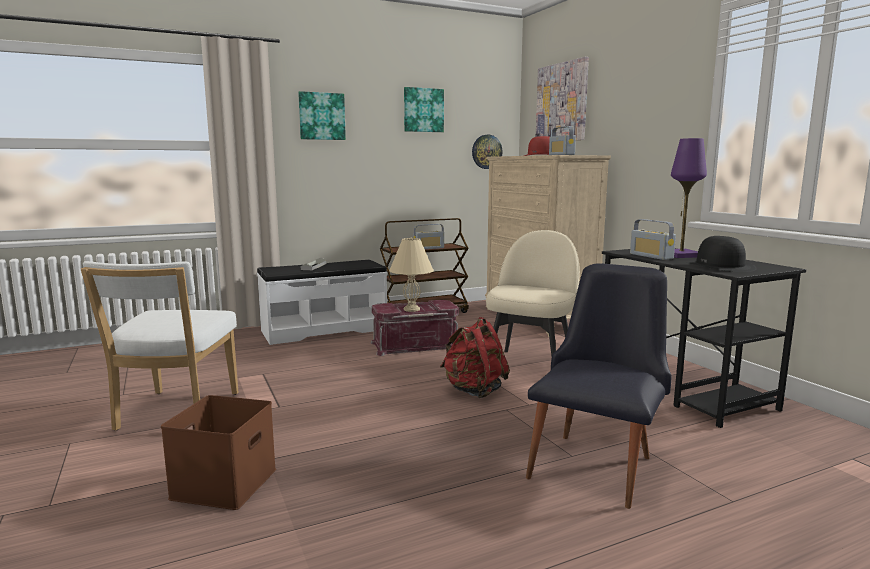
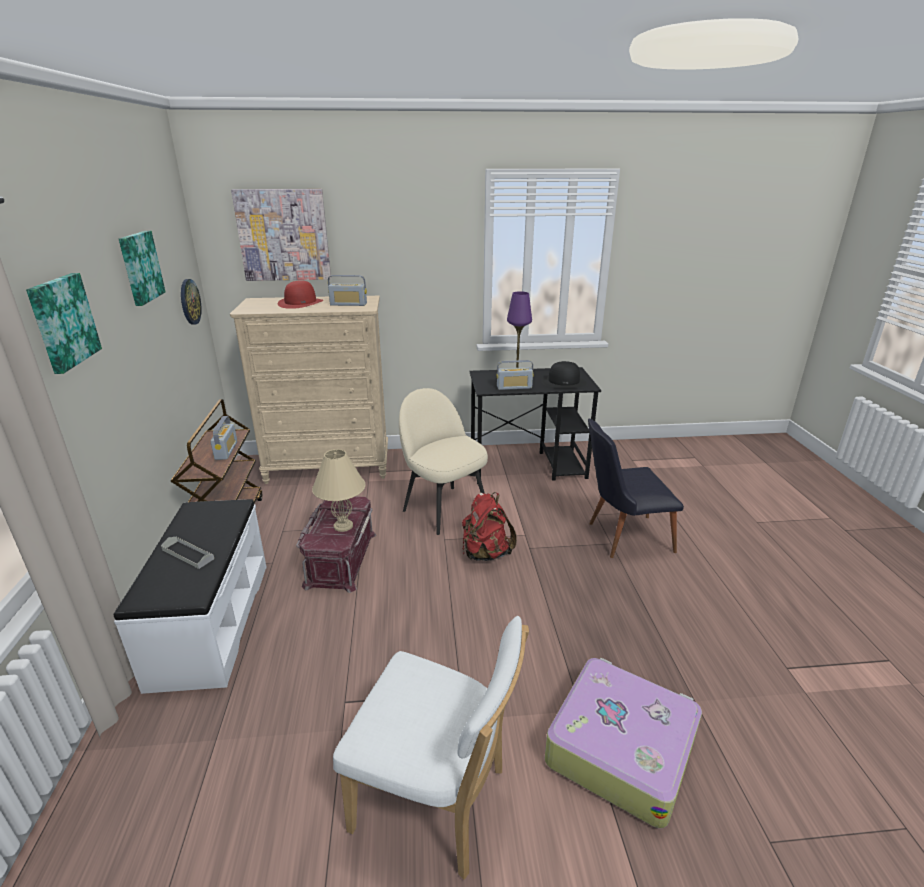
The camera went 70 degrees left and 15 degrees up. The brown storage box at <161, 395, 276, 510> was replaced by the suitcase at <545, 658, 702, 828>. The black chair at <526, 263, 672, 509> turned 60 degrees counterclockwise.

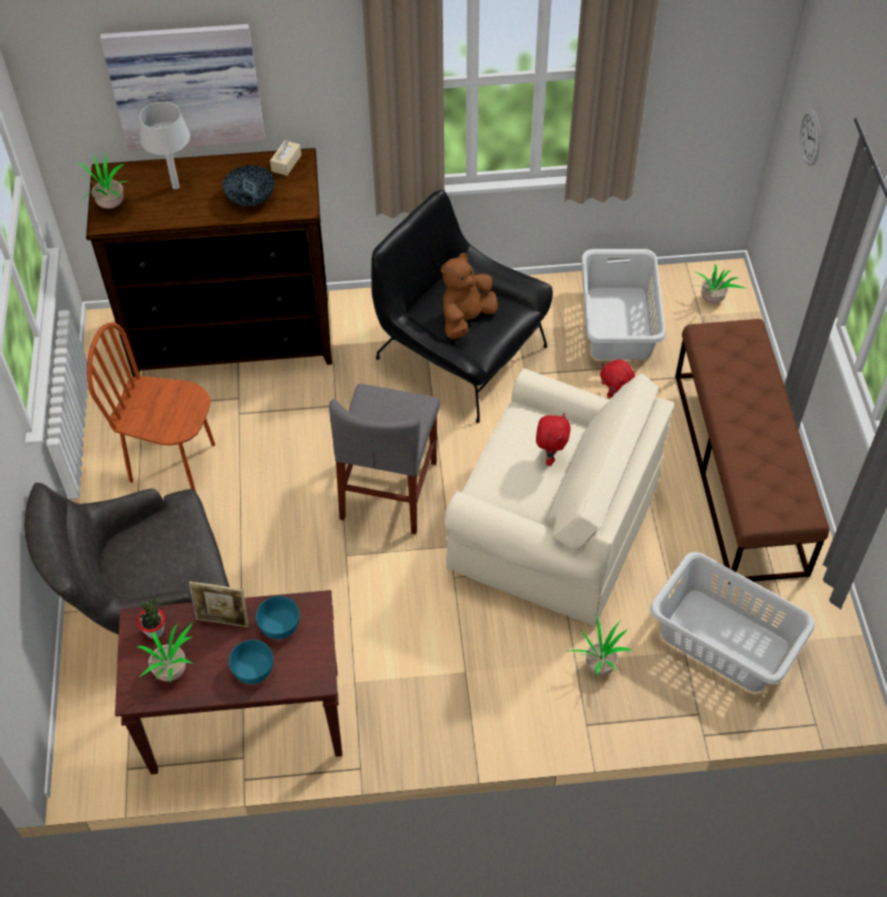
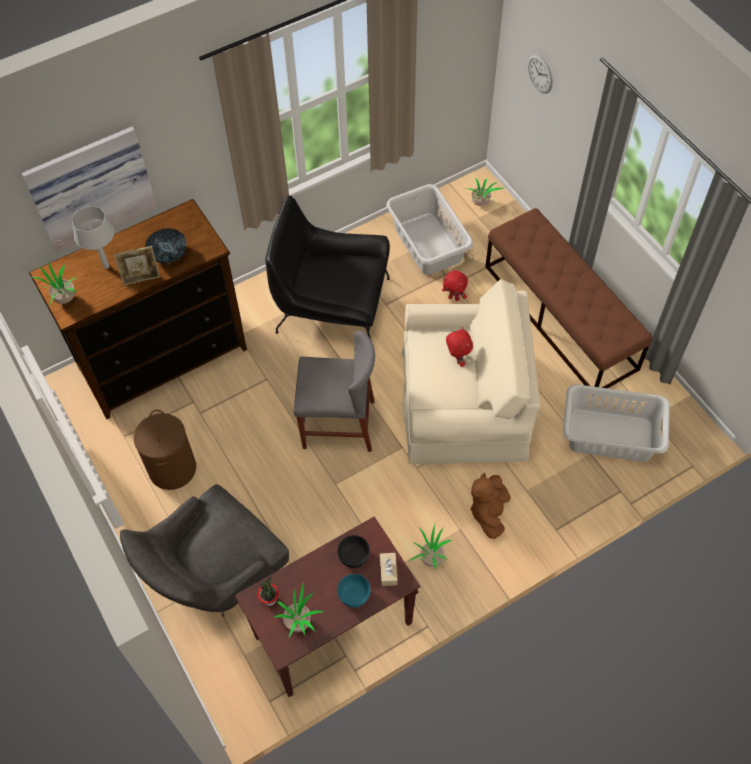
The camera went 25 degrees left and 5 degrees up. The brown chair at <87, 322, 215, 492> was replaced by the brown laundry basket at <134, 410, 196, 490>. The picture frame moved from <189, 581, 249, 627> to <114, 246, 160, 285>. The turquoise bowl at <256, 596, 300, 639> became the black bowl at <337, 535, 370, 568>. The beige tissue box moved from <270, 140, 301, 176> to <380, 553, 398, 586>. The grey chair at <329, 384, 440, 534> turned 75 degrees counterclockwise. The brown plush toy moved from <441, 253, 498, 339> to <470, 473, 511, 539>. The potted plant moved from <566, 616, 633, 676> to <408, 525, 452, 569>.

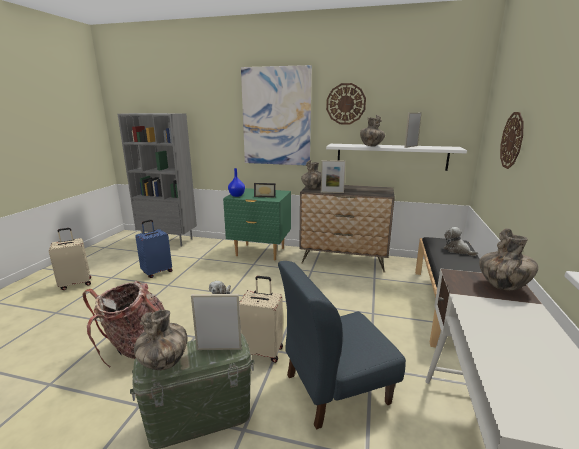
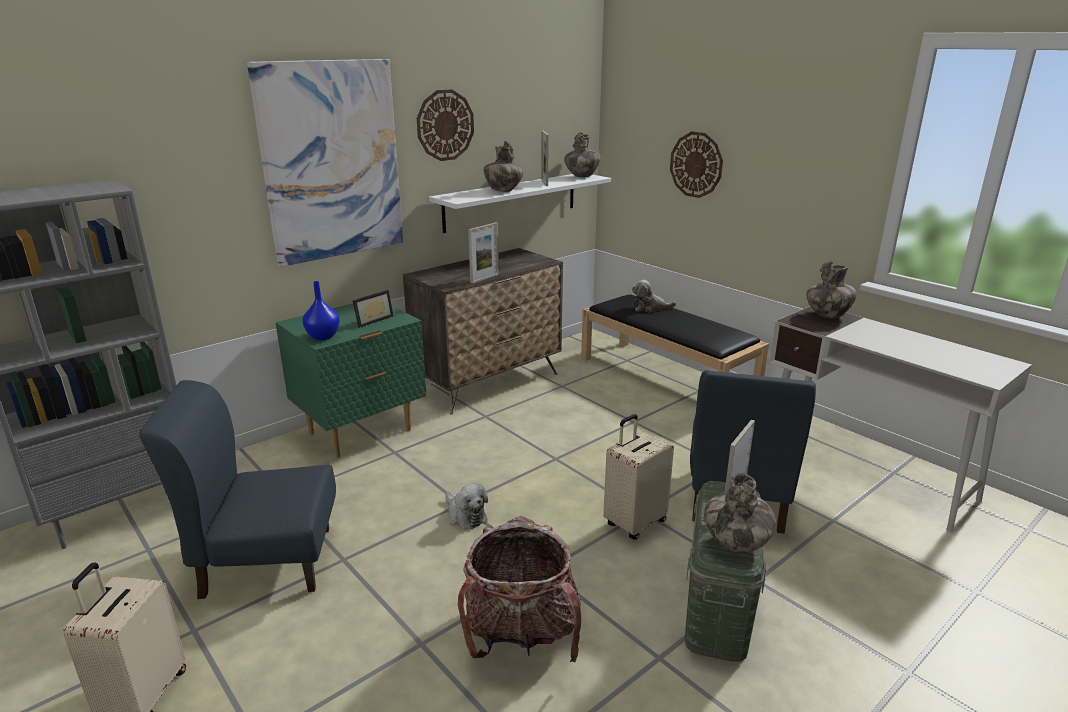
The camera went 55 degrees left and 5 degrees up. The blue suitcase at <135, 220, 173, 278> was replaced by the blue chair at <139, 380, 336, 599>. The vase moved from <301, 160, 321, 189> to <564, 132, 601, 177>.

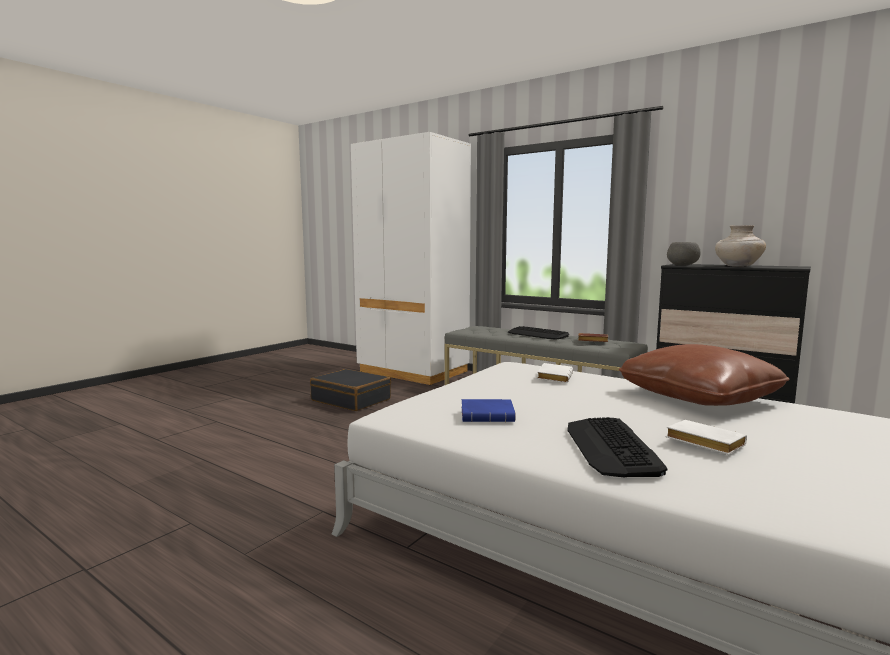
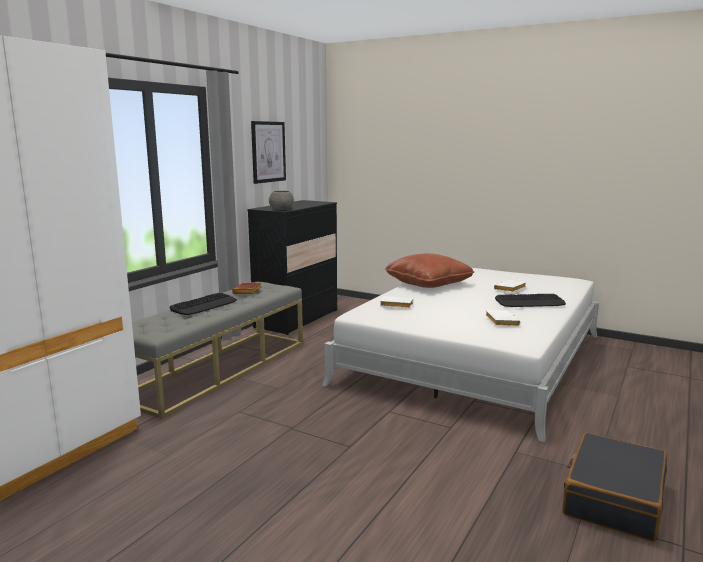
The camera went 95 degrees left and 5 degrees up. The black suitcase moved from <310, 369, 391, 411> to <562, 433, 667, 542>. The blue book at <462, 399, 516, 422> became the white book at <485, 310, 520, 326>. The beige vase at <715, 225, 766, 267> disappeared. The picture at <251, 121, 286, 184> appeared.

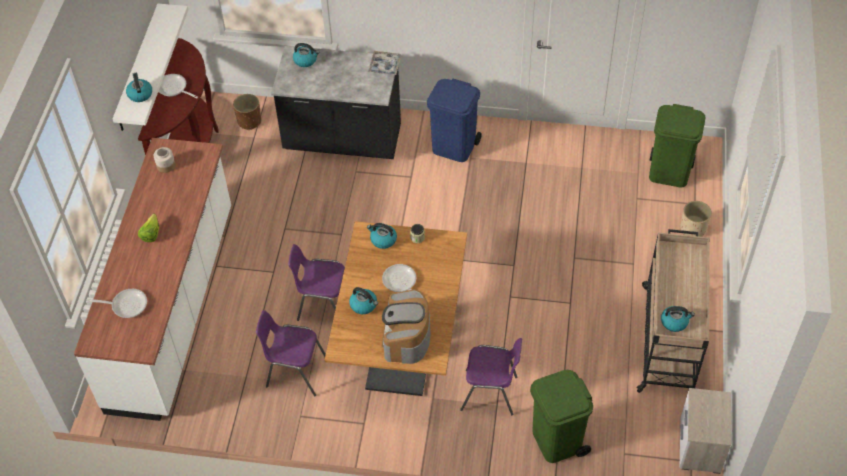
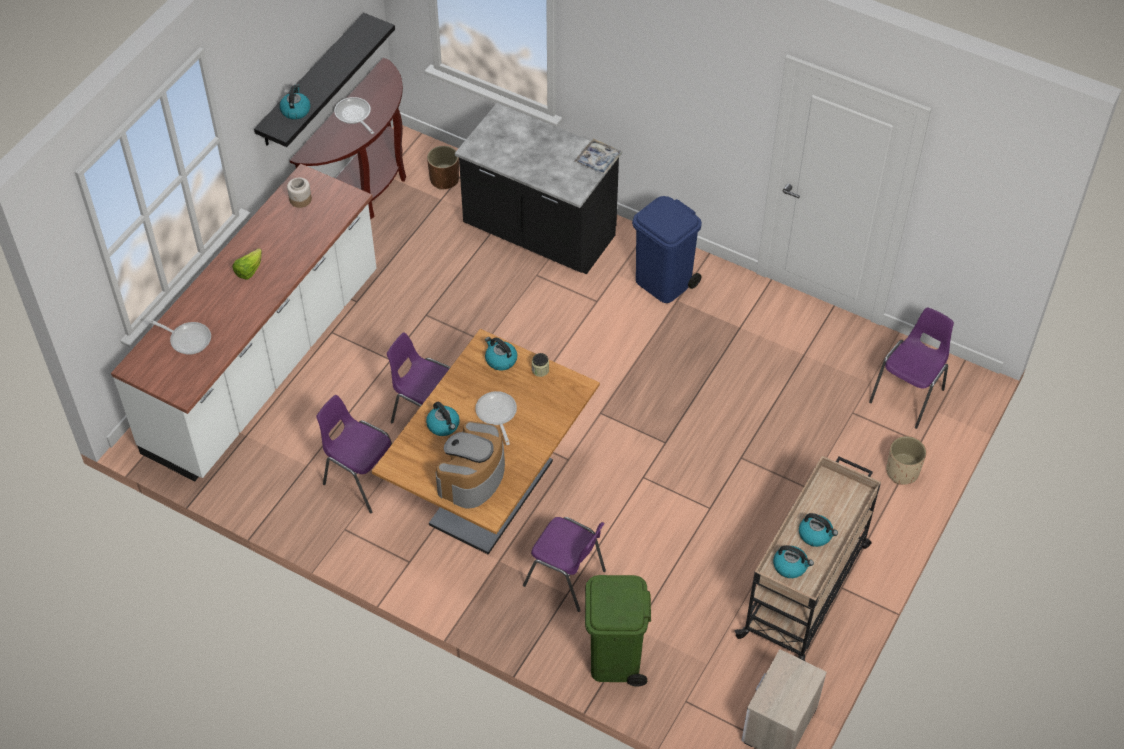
The camera went 20 degrees right and 0 degrees up. The white shelf at <113, 4, 188, 131> became the black shelf at <254, 13, 395, 147>. The kettle moved from <293, 43, 319, 67> to <799, 513, 838, 547>. The green trash can at <649, 104, 705, 187> was replaced by the purple chair at <869, 307, 954, 429>.

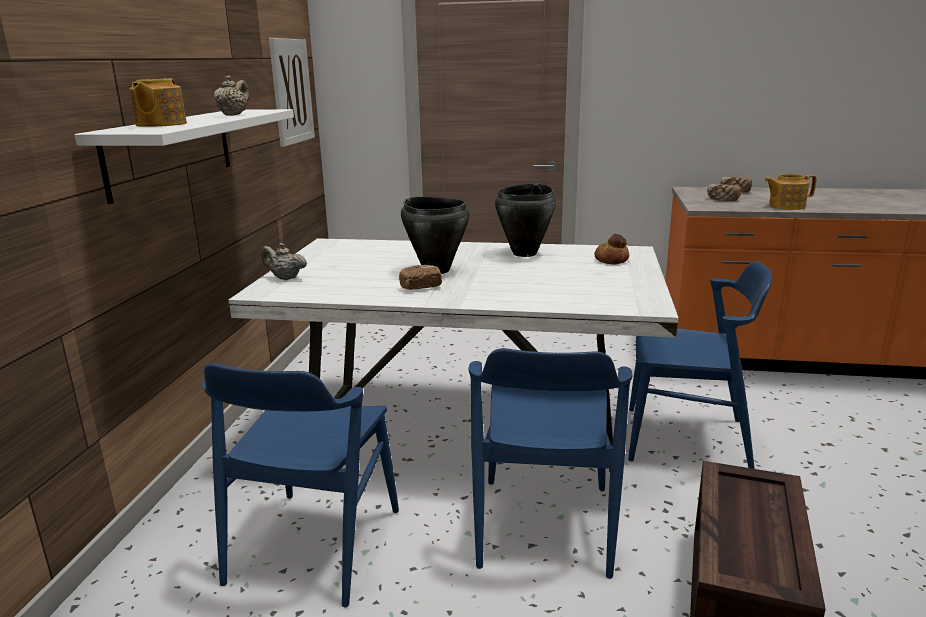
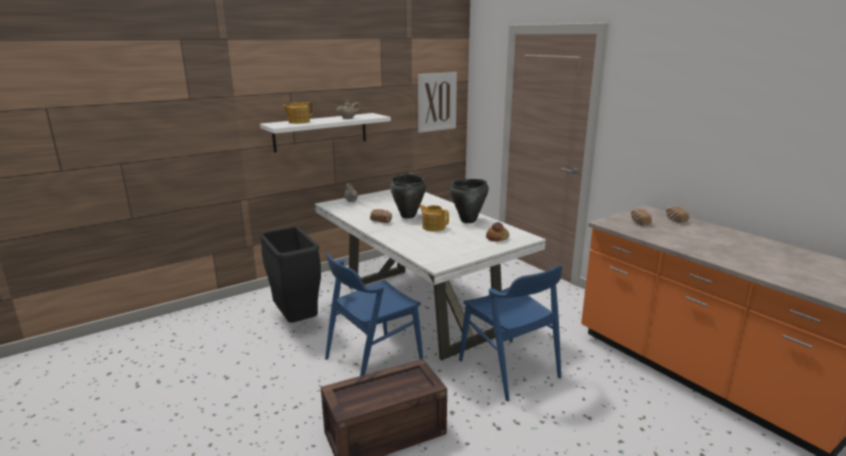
The camera went 45 degrees right and 0 degrees up. The blue chair at <202, 363, 399, 607> was replaced by the black trash can at <260, 226, 321, 323>. The teapot moved from <764, 174, 817, 210> to <419, 205, 449, 231>.

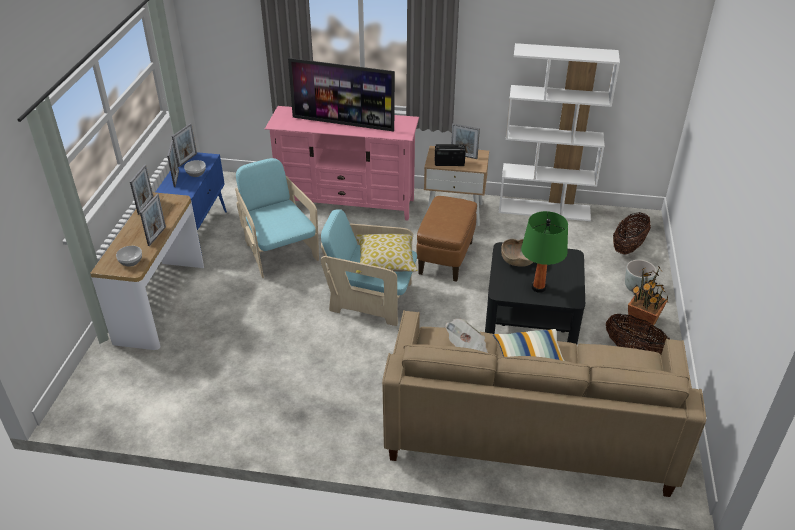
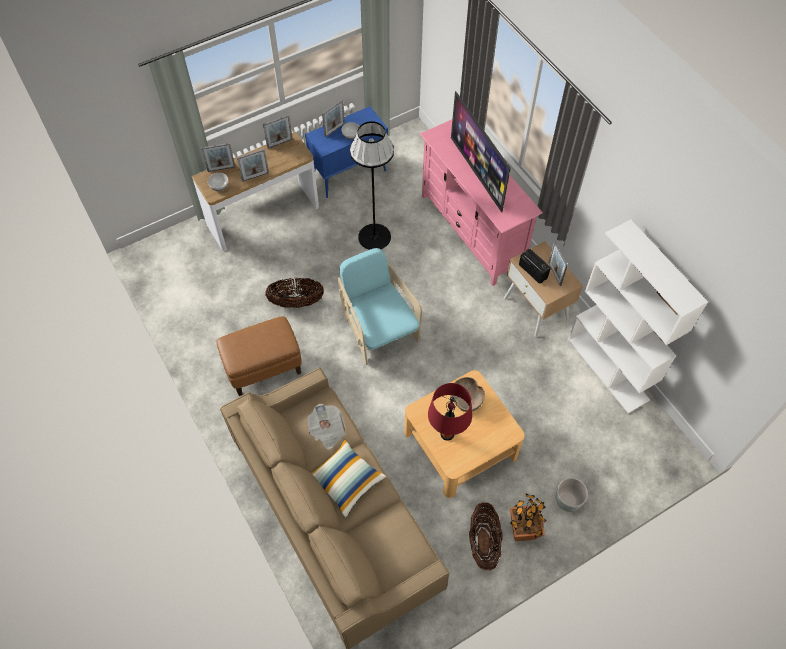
The camera went 50 degrees right and 20 degrees up. The picture frame moved from <172, 123, 197, 167> to <201, 143, 235, 172>. The turquoise armchair at <235, 158, 319, 278> was replaced by the black floor lamp at <350, 121, 394, 250>. The pillow at <355, 233, 418, 273> disappeared. The brown ottoman moved from <416, 196, 477, 282> to <217, 316, 302, 396>. The black coffee table at <485, 242, 585, 344> became the beige coffee table at <405, 370, 525, 498>. The green table lamp at <521, 211, 568, 293> became the red table lamp at <428, 383, 472, 441>. The basket moved from <613, 212, 651, 254> to <265, 277, 324, 308>.

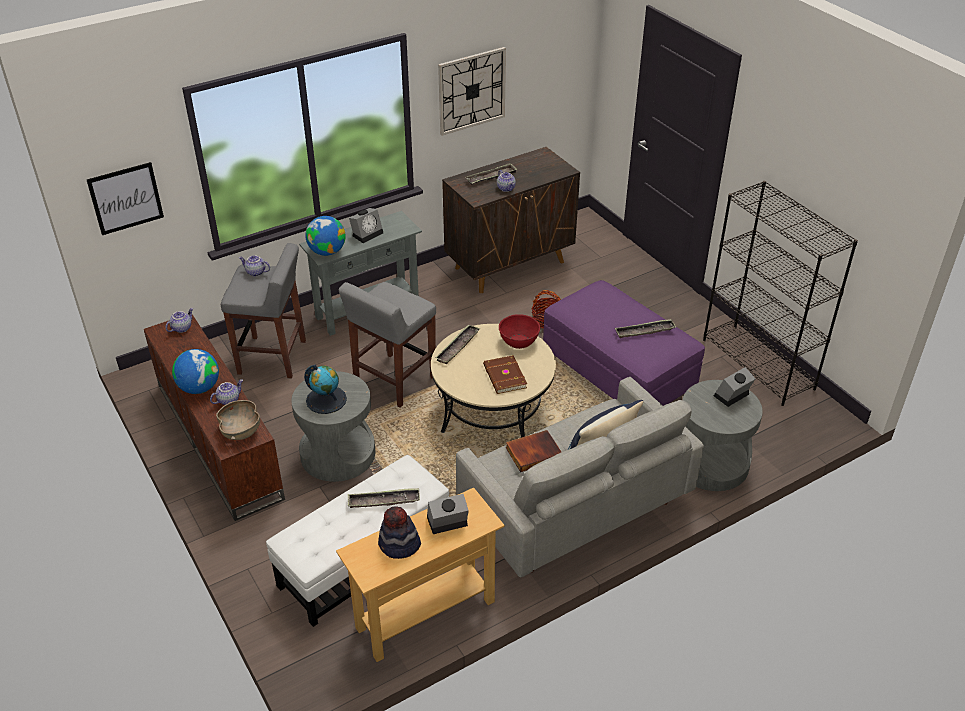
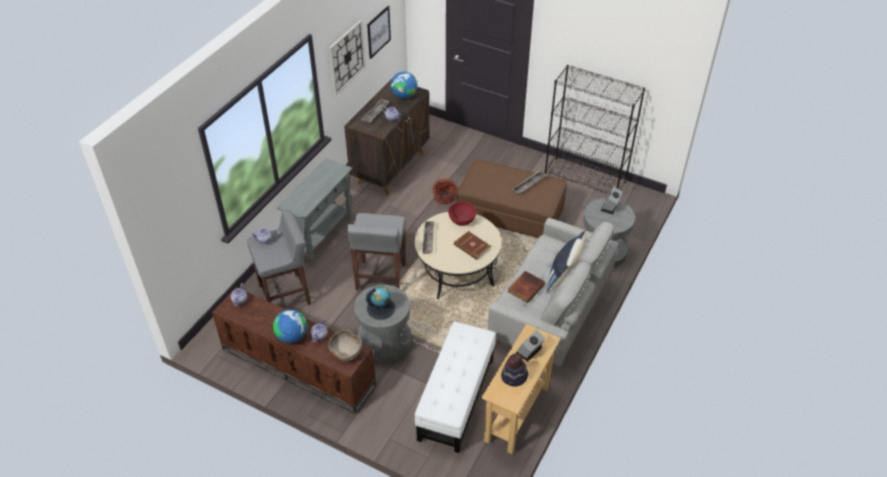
The camera went 30 degrees left and 5 degrees up. The picture moved from <87, 162, 164, 235> to <367, 6, 391, 59>. The globe moved from <305, 216, 346, 256> to <391, 72, 417, 98>. The tray at <348, 488, 420, 508> disappeared. The alarm clock at <349, 208, 383, 243> disappeared. The purple ottoman at <543, 280, 705, 406> became the brown ottoman at <457, 159, 567, 238>.

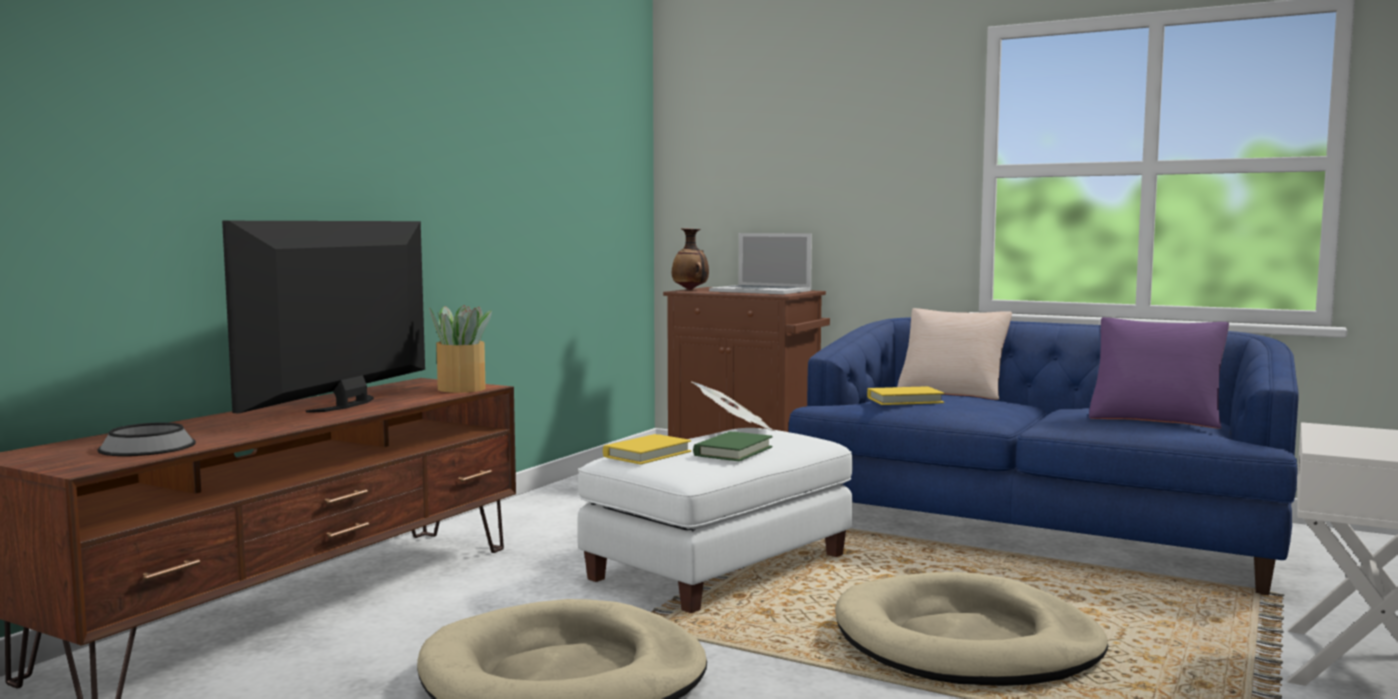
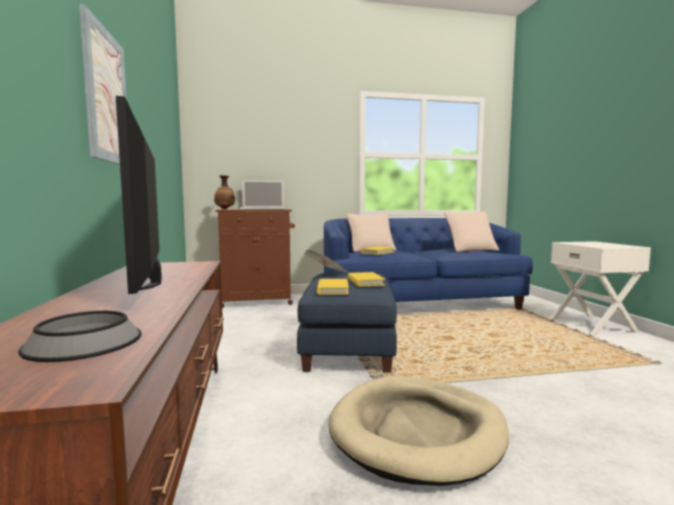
The camera went 40 degrees left and 0 degrees up. The potted plant at <429, 305, 492, 393> disappeared. The white ottoman at <577, 428, 853, 613> became the blue ottoman at <297, 272, 397, 373>. The green book at <693, 431, 773, 461> became the yellow book at <348, 272, 385, 287>. The beige dog bed at <835, 572, 1108, 686> disappeared. The purple pillow at <1089, 317, 1229, 429> became the beige pillow at <444, 211, 499, 252>. The picture at <79, 4, 127, 165> appeared.

